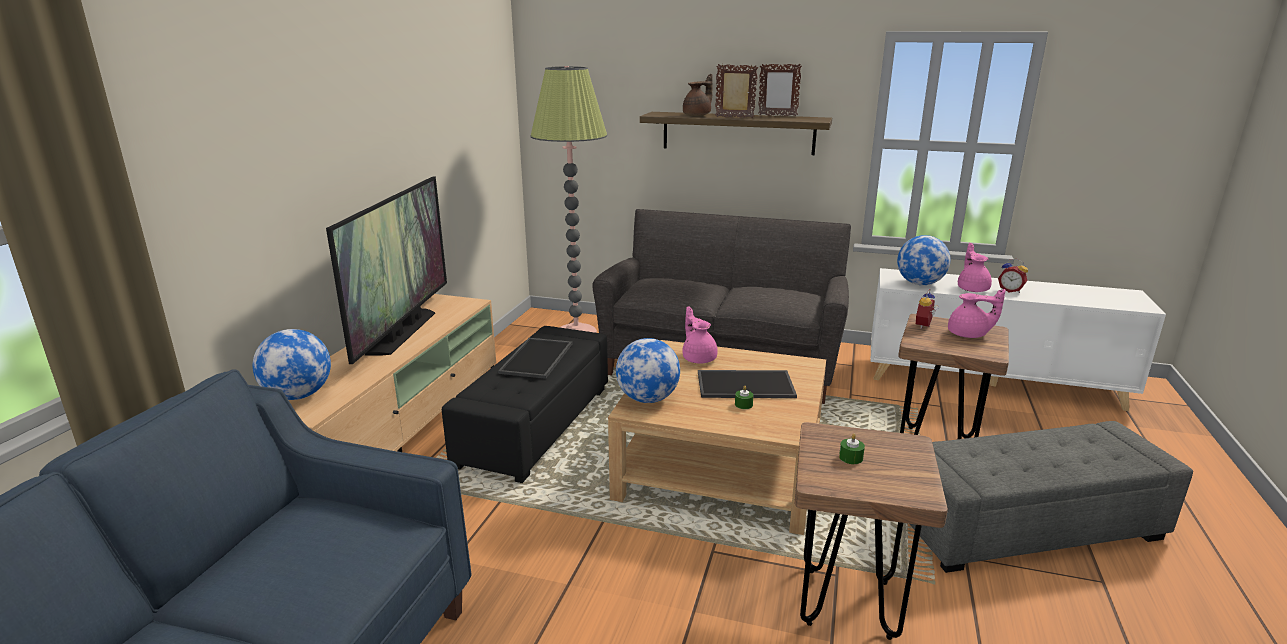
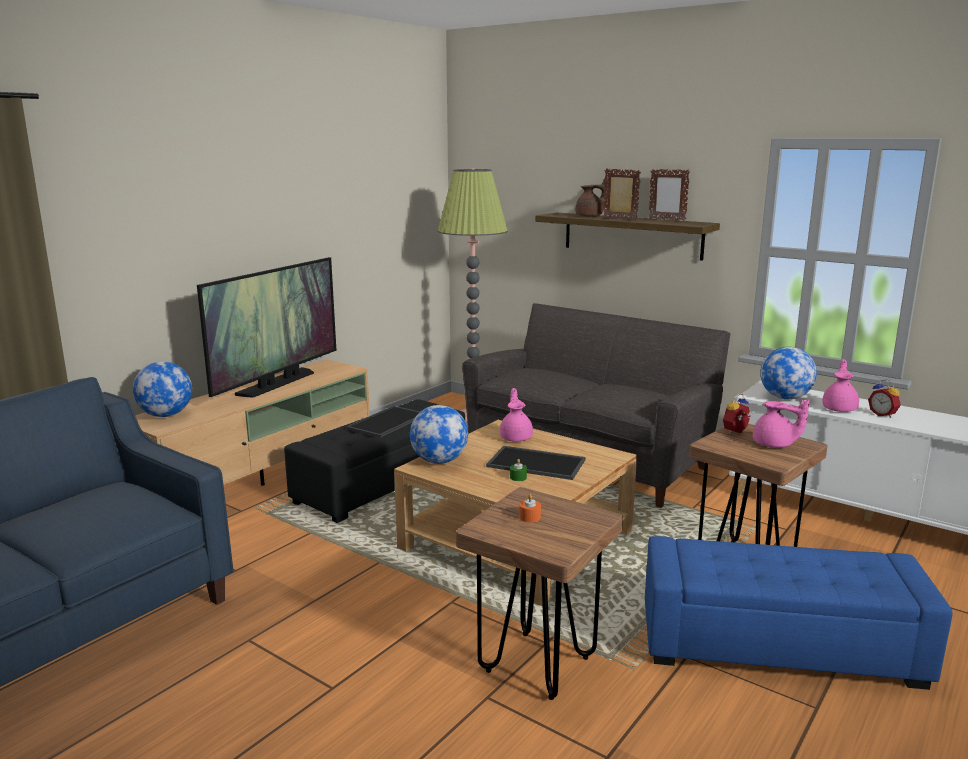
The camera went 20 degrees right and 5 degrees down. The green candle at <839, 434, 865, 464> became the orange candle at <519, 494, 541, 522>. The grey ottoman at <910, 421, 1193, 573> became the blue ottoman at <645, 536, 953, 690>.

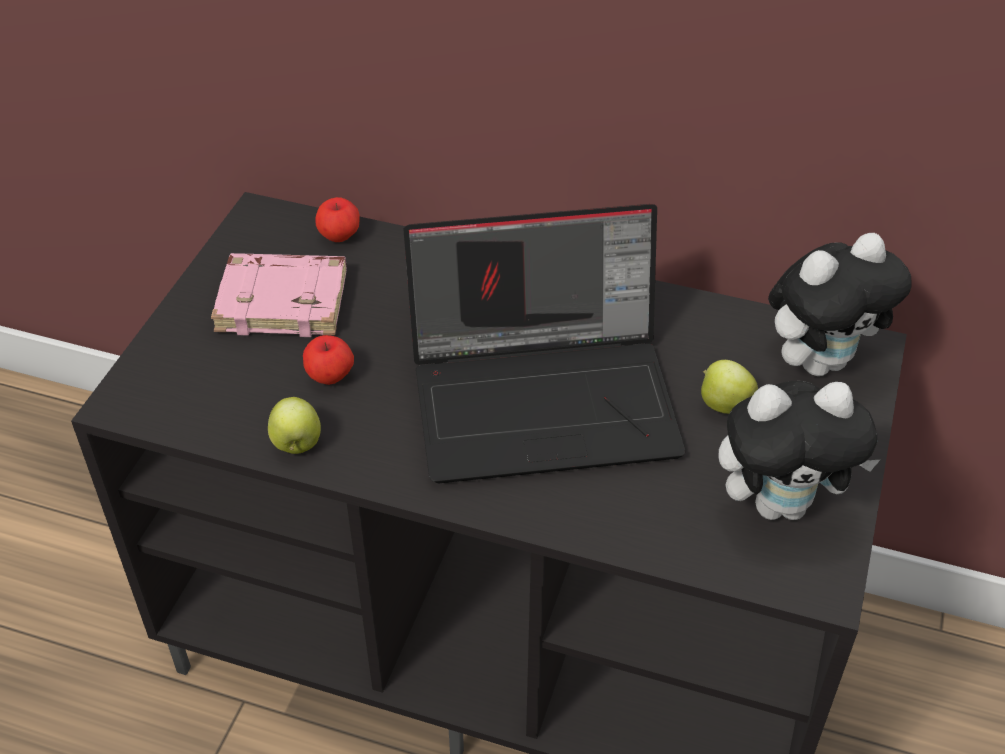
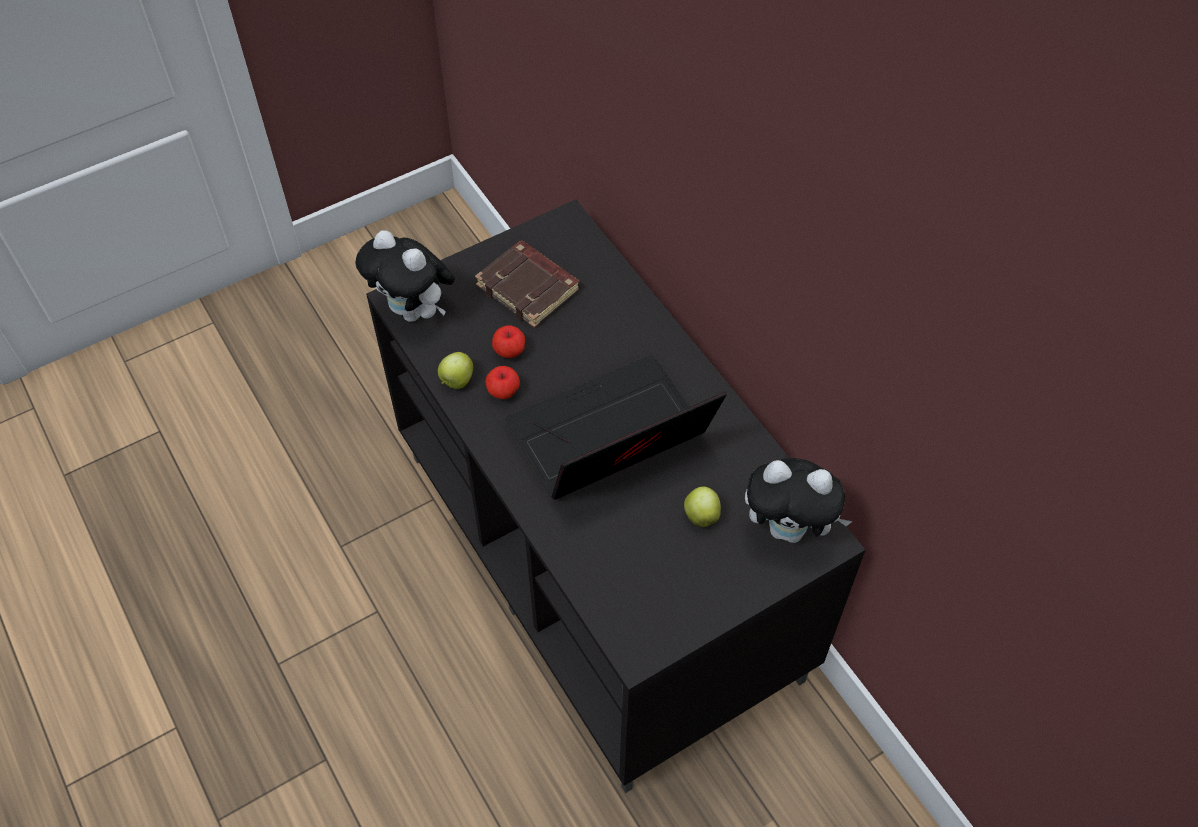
The camera went 40 degrees right and 10 degrees up. The pink book at <211, 253, 347, 337> became the brown book at <475, 240, 580, 328>. The apple moved from <315, 197, 360, 242> to <485, 366, 520, 399>. The laptop at <404, 204, 686, 483> turned 120 degrees clockwise. The plush toy moved from <718, 381, 880, 520> to <356, 230, 455, 322>.

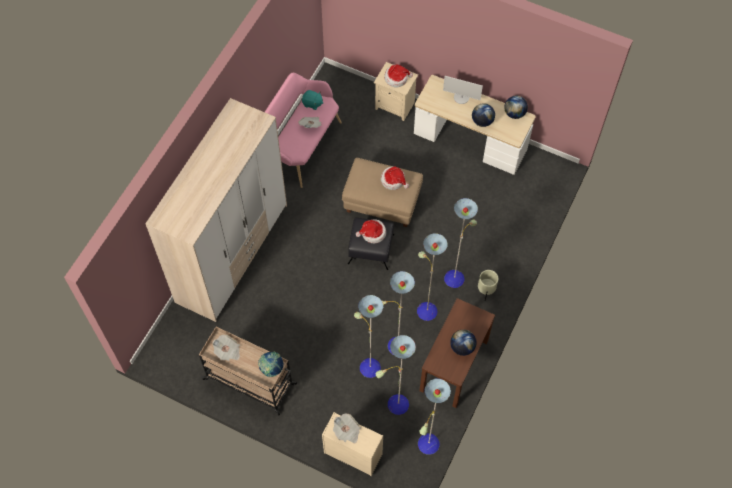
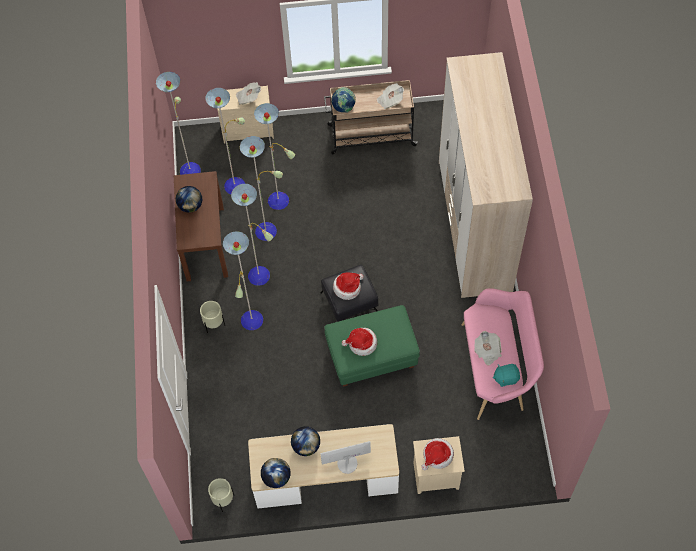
The camera went 150 degrees right and 0 degrees up. The beige ottoman at <342, 158, 423, 227> became the green ottoman at <324, 305, 420, 387>. The beige planter at <208, 478, 235, 512> appeared.

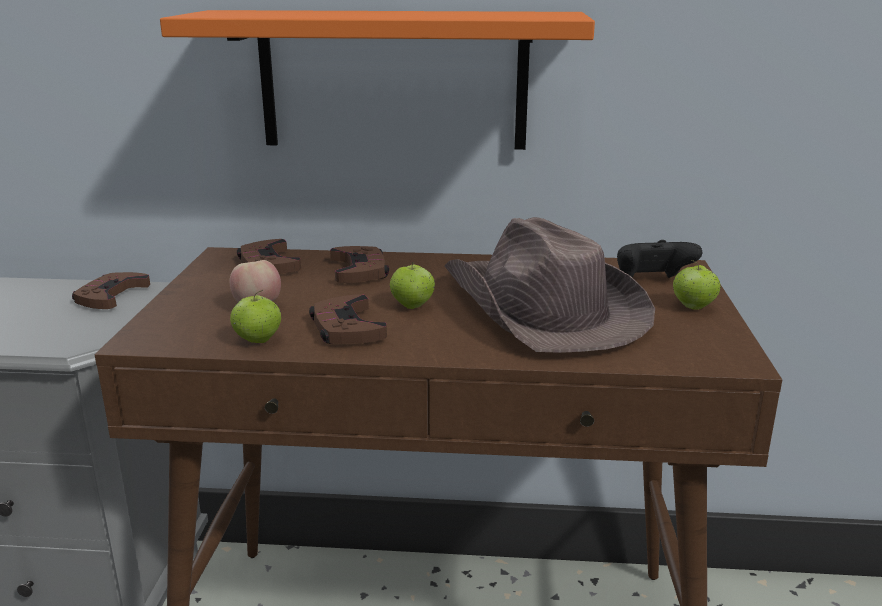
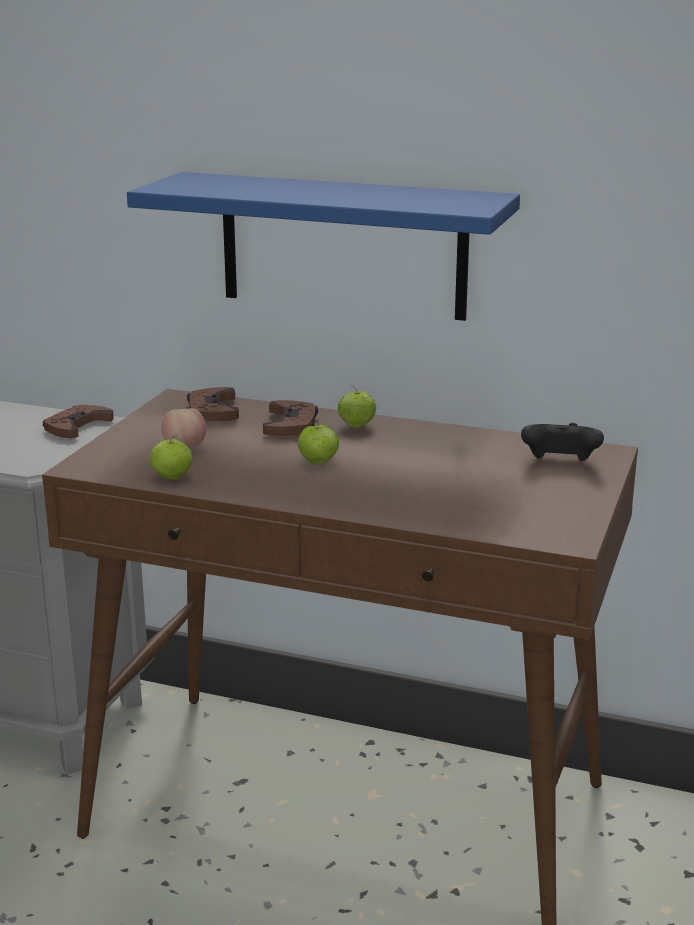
The camera went 15 degrees right and 0 degrees up. The orange shelf at <160, 10, 595, 150> became the blue shelf at <127, 172, 520, 321>. The brown game controller at <309, 294, 387, 344> disappeared. The brown hat at <445, 217, 655, 353> disappeared. The apple moved from <673, 260, 720, 310> to <338, 385, 376, 428>.

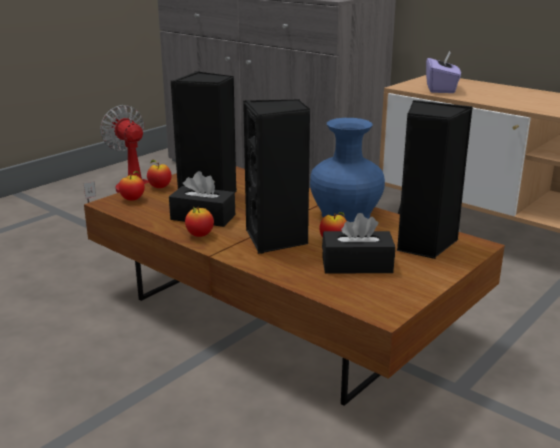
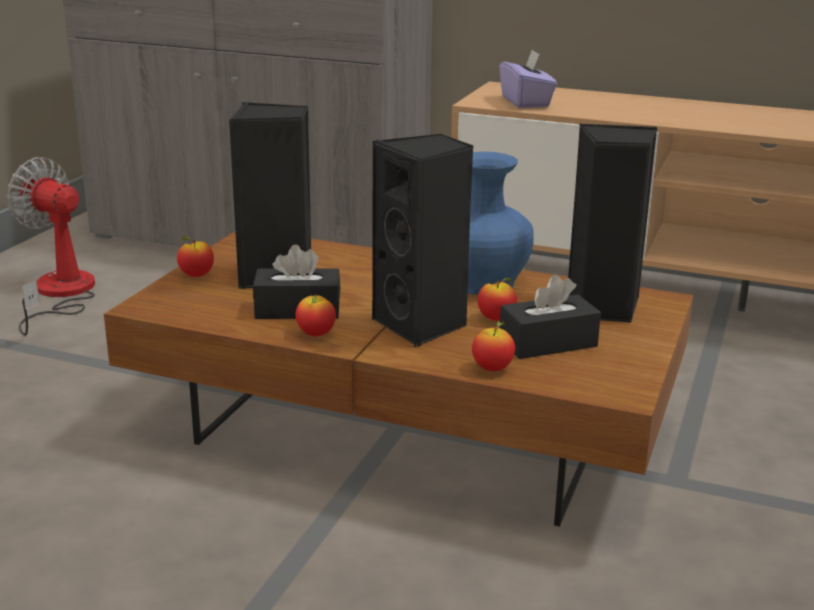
The camera went 20 degrees left and 0 degrees up. The apple moved from <119, 171, 145, 201> to <472, 320, 515, 371>.

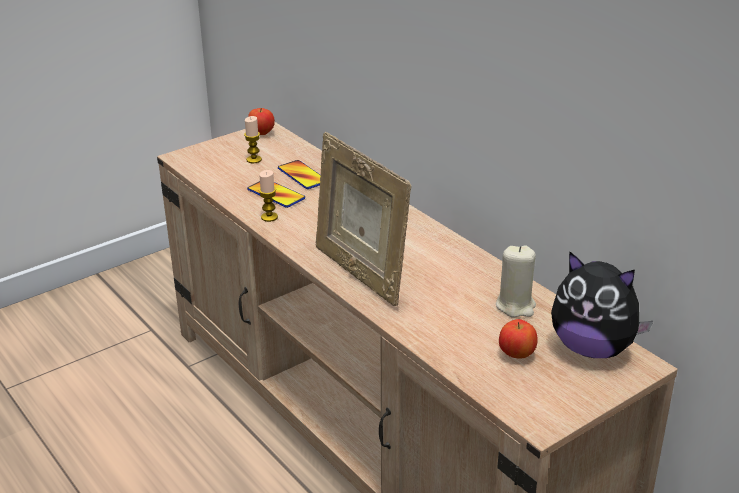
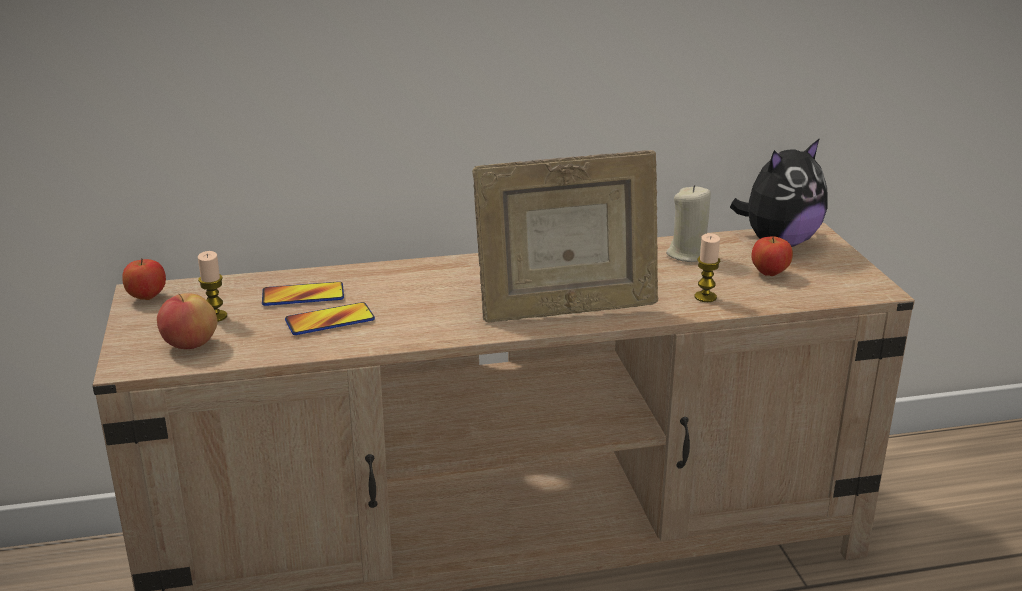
The camera went 65 degrees left and 5 degrees down. The candle moved from <259, 170, 278, 222> to <695, 233, 720, 302>. The apple at <157, 293, 217, 349> appeared.

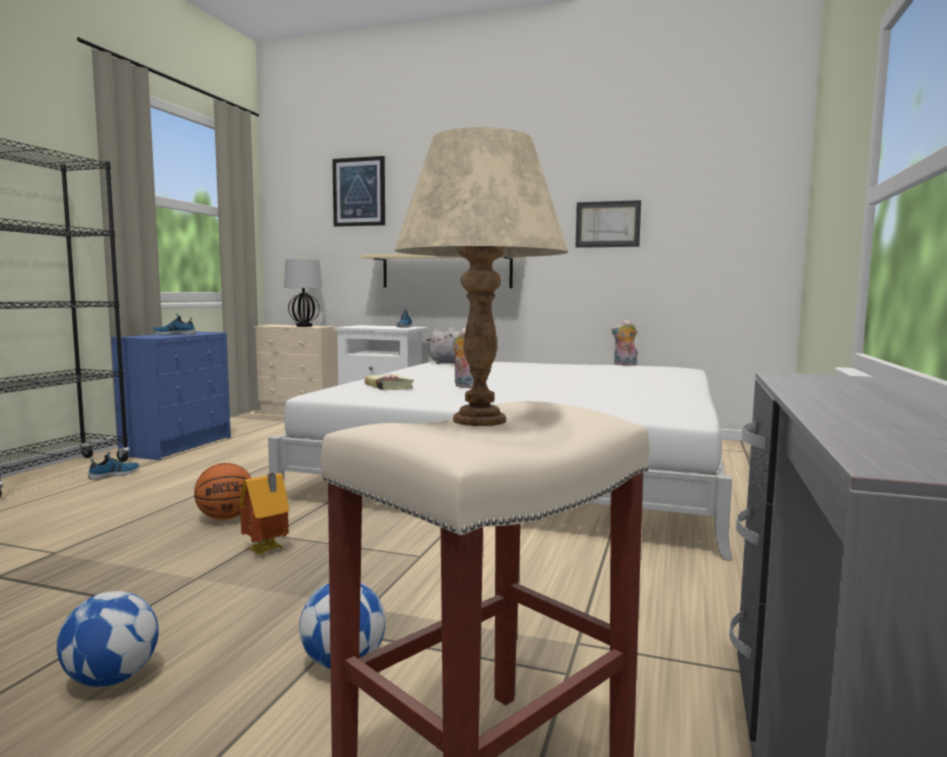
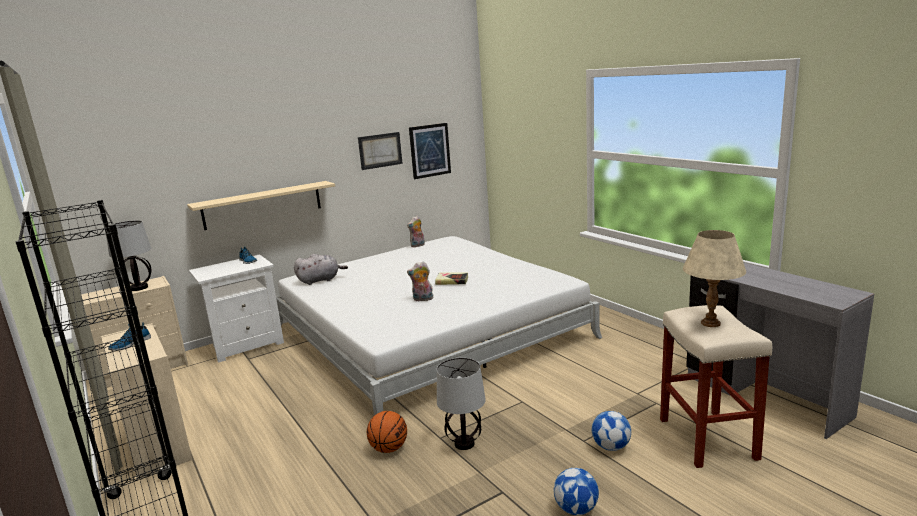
The camera went 50 degrees left and 10 degrees up. The shoe at <88, 452, 139, 480> disappeared. The blue dresser at <111, 332, 231, 460> became the beige dresser at <101, 323, 192, 480>. The toy house at <239, 473, 290, 555> was replaced by the table lamp at <437, 358, 486, 450>. The picture moved from <332, 156, 385, 227> to <409, 123, 451, 179>. The book moved from <365, 374, 414, 390> to <435, 272, 468, 285>.

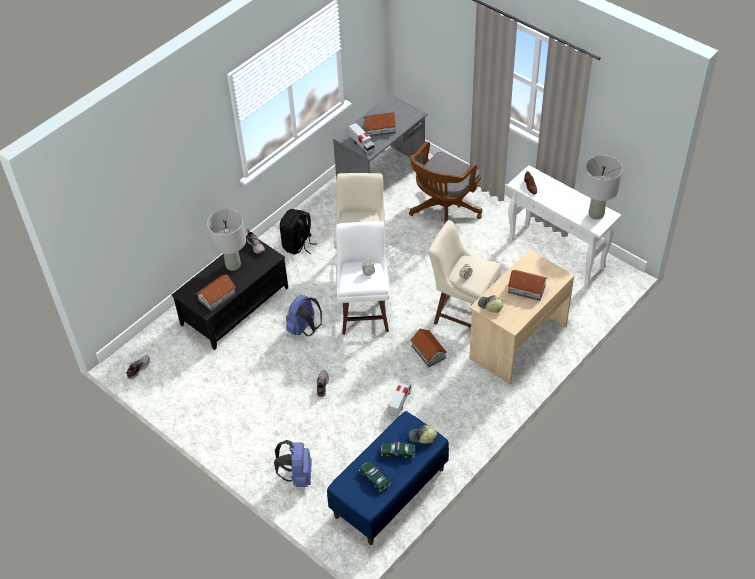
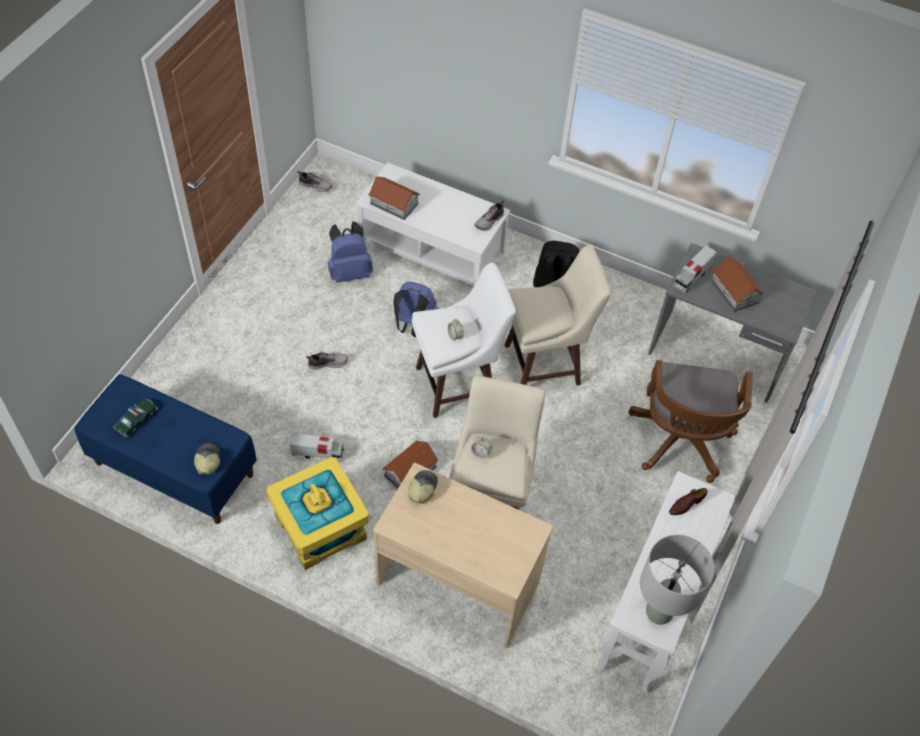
The camera went 70 degrees right and 5 degrees up. The black coffee table at <172, 235, 288, 350> became the white coffee table at <355, 162, 510, 287>. The grey table lamp at <207, 209, 246, 271> disappeared. The blue backpack moved from <274, 440, 312, 487> to <328, 221, 373, 283>. The toy car at <381, 442, 415, 458> disappeared. The brown office chair at <409, 141, 482, 223> turned 105 degrees counterclockwise. The toy house at <508, 270, 548, 301> disappeared. The yellow storage box at <266, 457, 369, 570> appeared.

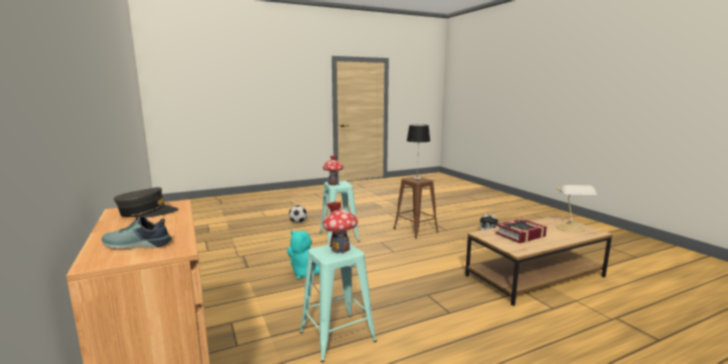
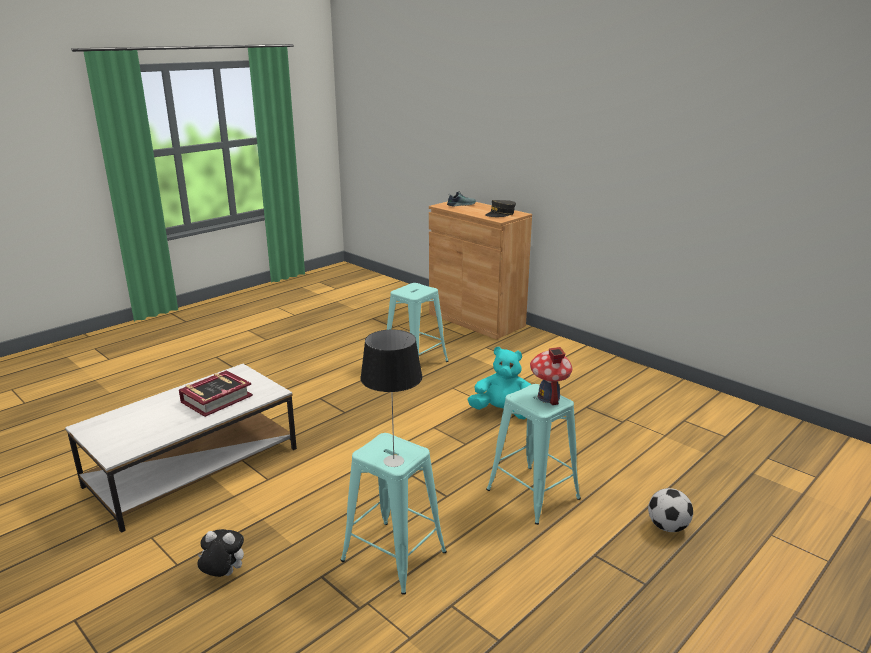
The camera went 160 degrees right and 10 degrees up. The toy house at <323, 201, 358, 253> disappeared. The brown stool at <393, 176, 438, 239> became the turquoise stool at <341, 433, 447, 595>. The brown coffee table at <465, 216, 613, 306> became the white coffee table at <65, 364, 297, 533>. The table lamp at <556, 185, 597, 232> disappeared.

